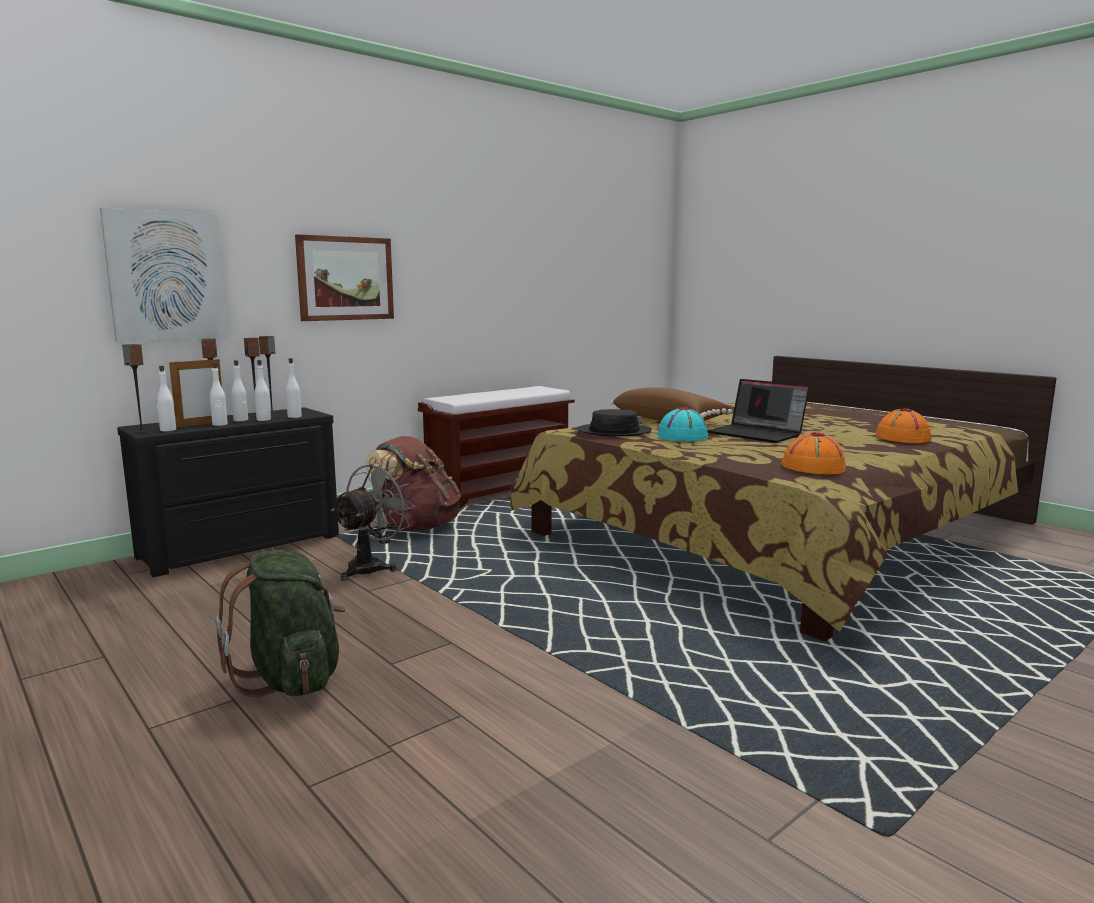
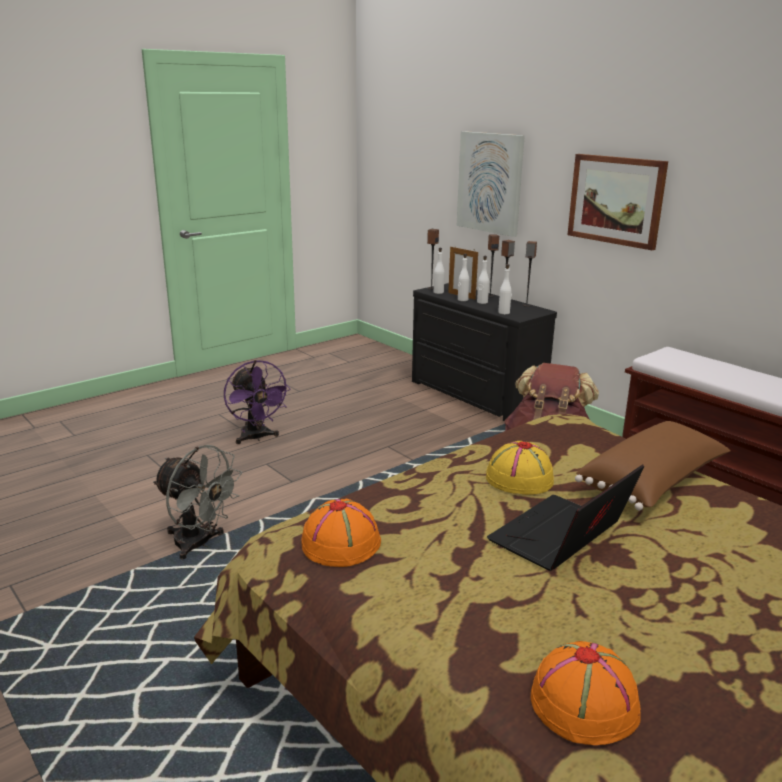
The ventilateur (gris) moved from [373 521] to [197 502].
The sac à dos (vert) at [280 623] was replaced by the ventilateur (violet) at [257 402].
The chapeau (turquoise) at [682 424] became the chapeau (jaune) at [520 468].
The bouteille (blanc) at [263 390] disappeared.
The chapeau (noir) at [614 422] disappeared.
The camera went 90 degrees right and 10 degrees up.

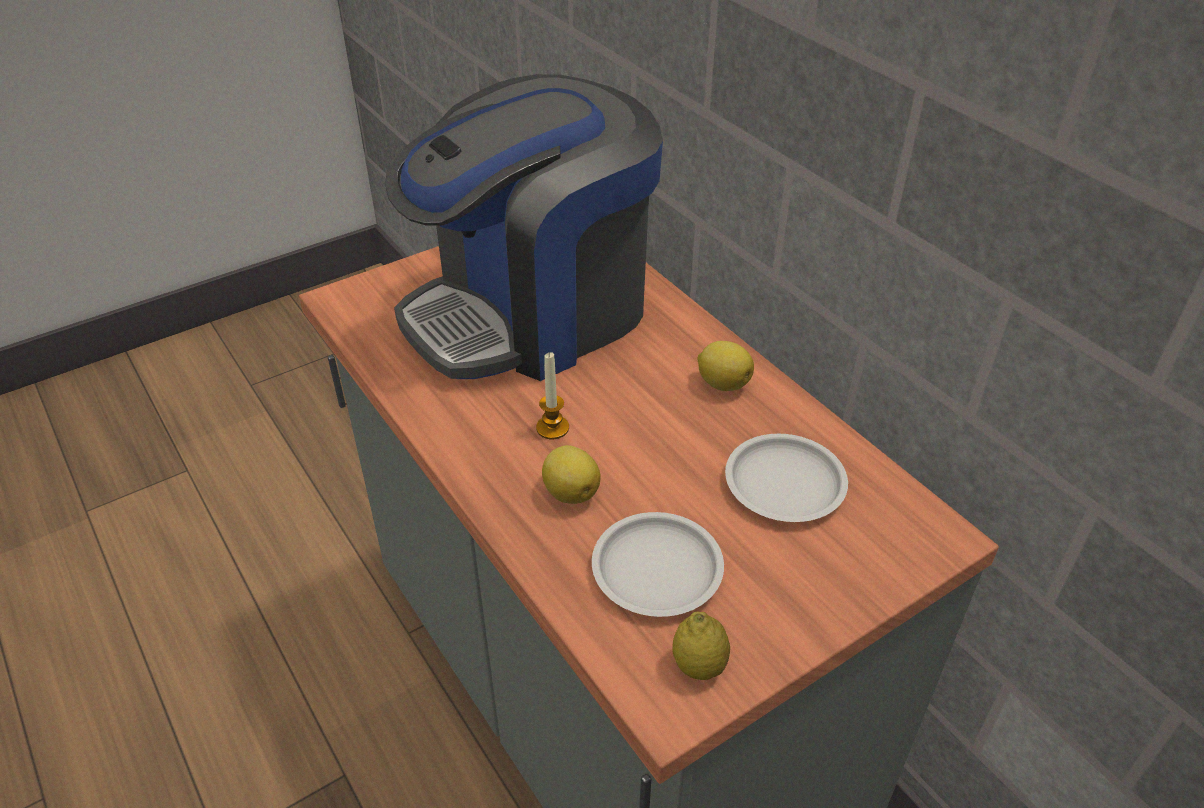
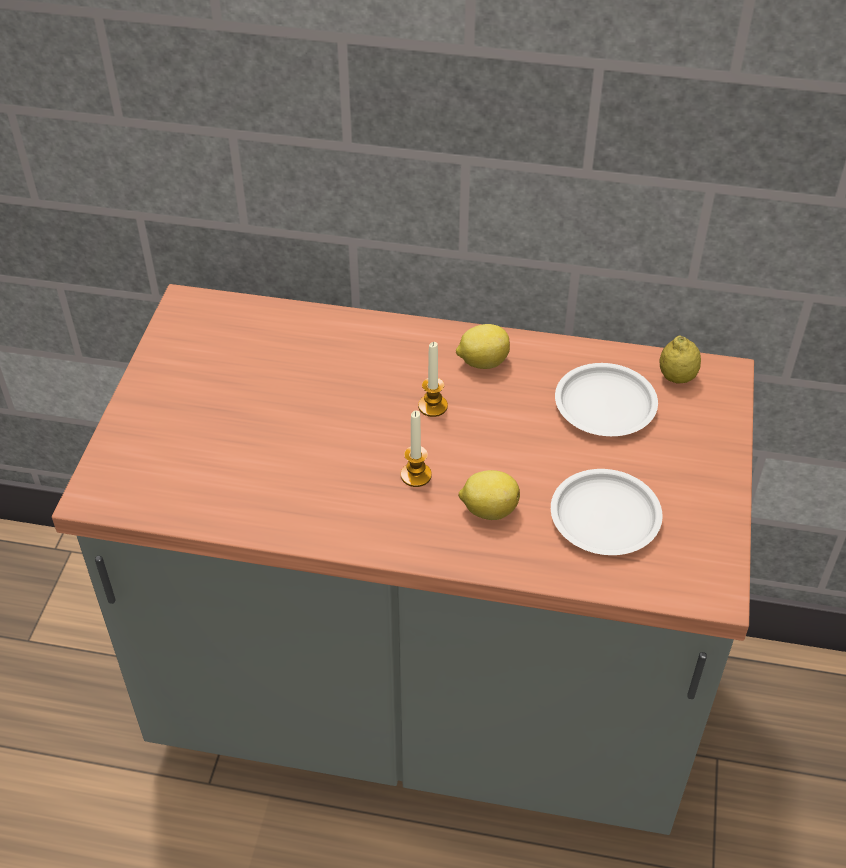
The bougie at [433 379] appeared.
The citron moved from [701 645] to [680 359].
The machine à café at [524 227] disappeared.
The camera went 45 degrees left and 5 degrees up.

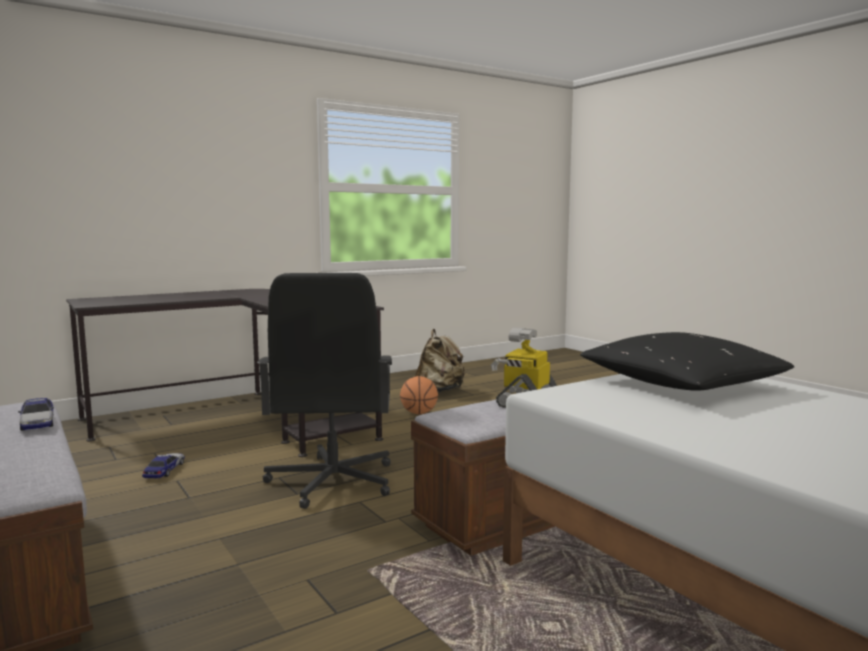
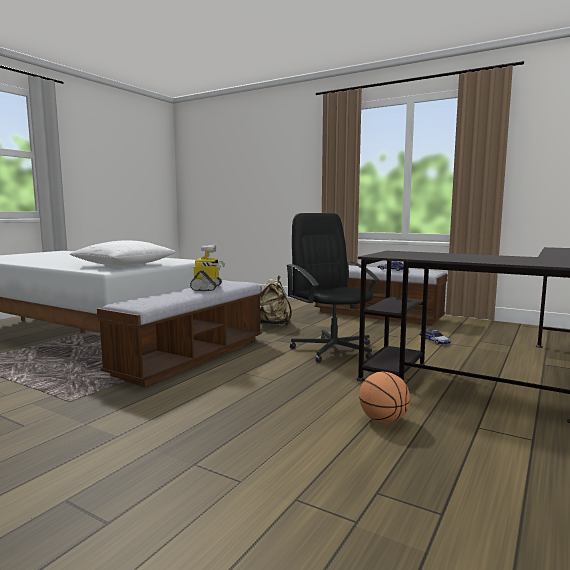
The coussin (noir) at [687 361] became the coussin (blanc) at [123 253].
The sac à dos (beige) moved from [440 361] to [276 301].
The camera went 155 degrees right and 0 degrees up.

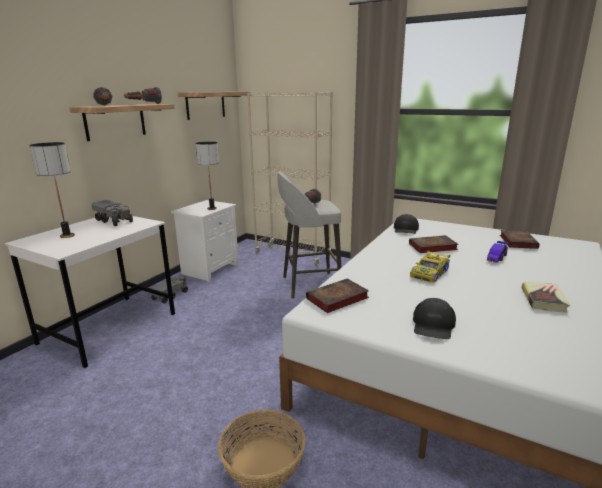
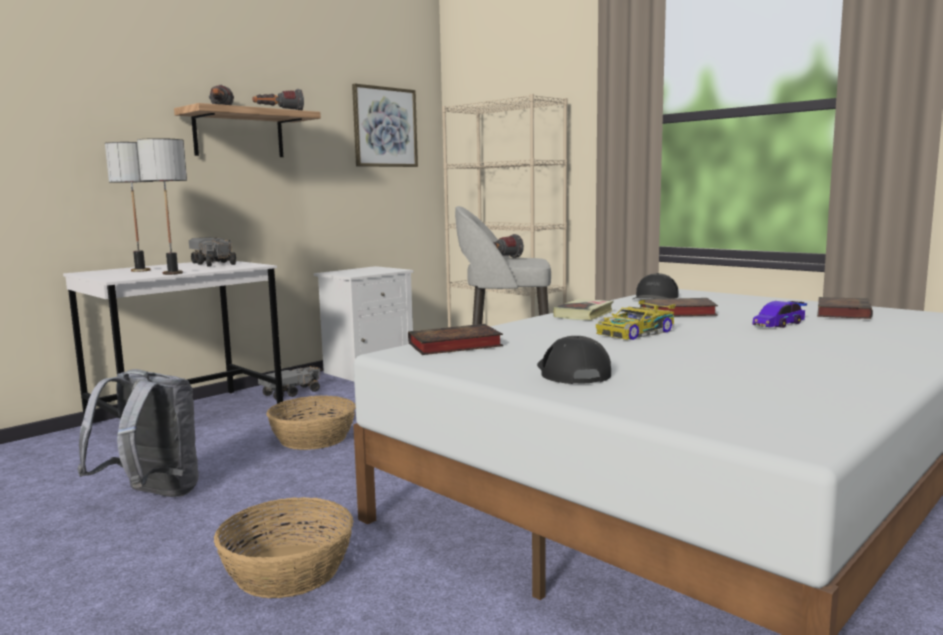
The sac à dos (gris) at [138 433] appeared.
The lampe de table moved from [207 176] to [162 206].
The panier at [311 423] appeared.
The étagère at [214 106] was replaced by the tableau at [385 125].
The casquette (noir) at [434 318] turned 135 degrees clockwise.
The livre moved from [546 297] to [583 309].
The camera went 15 degrees right and 10 degrees down.

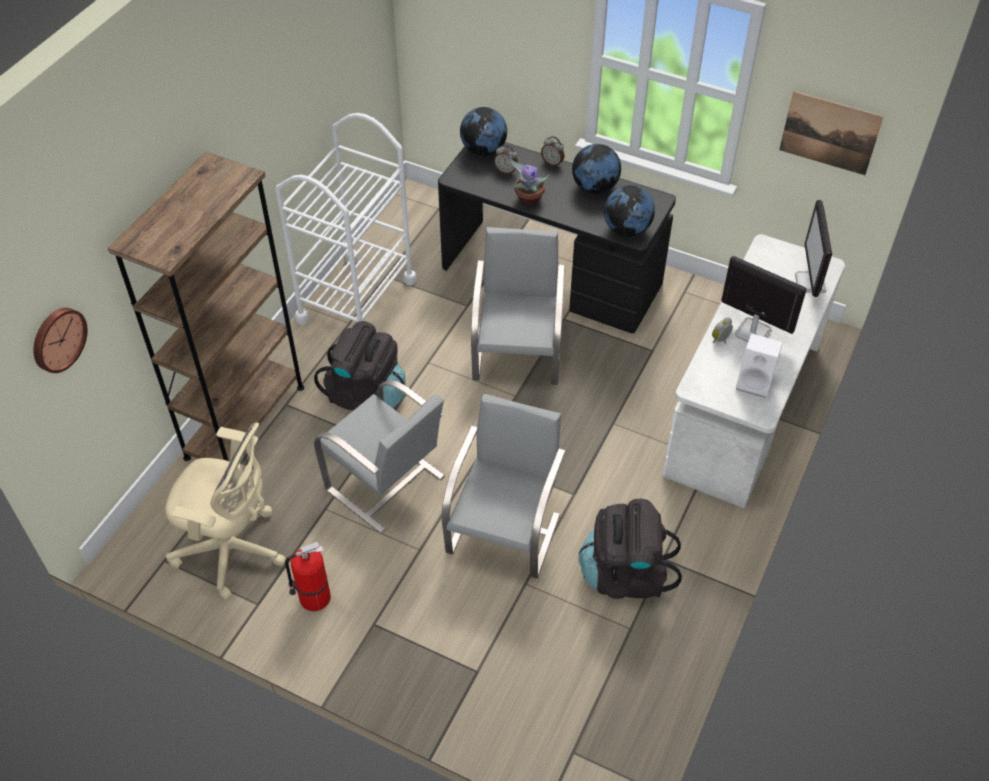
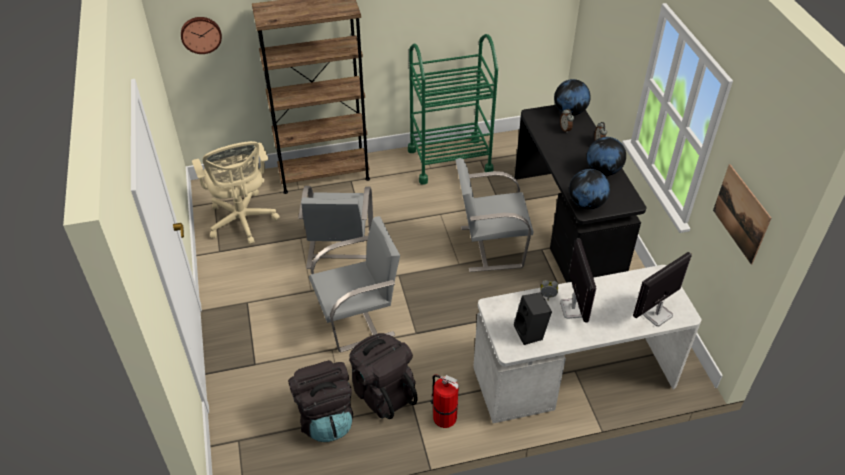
The sac à dos (noir) moved from [360 366] to [320 401].
The chariot (blanc) at [346 219] became the chariot (vert) at [453 109].
The extincteur moved from [308 576] to [445 401].
The chaise (gris) at [518 306] turned 150 degrees counterclockwise.
The enceinte (blanc) at [759 365] became the enceinte (noir) at [533 318].
The plante en pot at [529 181] disappeared.
The camera went 50 degrees right and 5 degrees down.

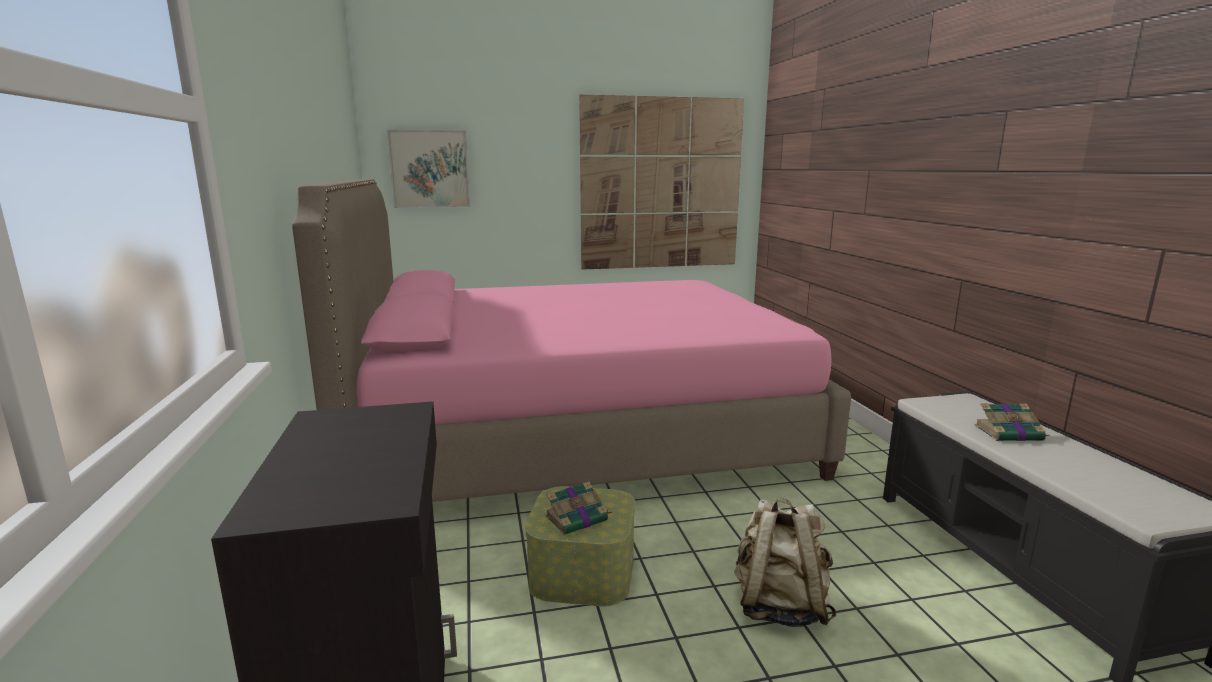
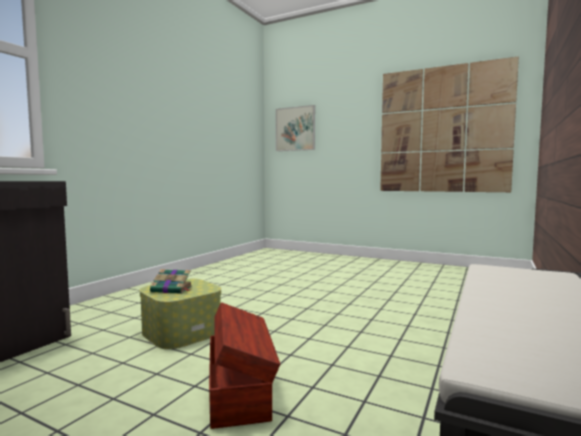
The sac à dos (beige) at [785 562] was replaced by the boîte de rangement (marron) at [244 365].
The lit (rose) at [571 340] disappeared.
The livre at [1011 422] disappeared.
The camera went 40 degrees right and 10 degrees down.

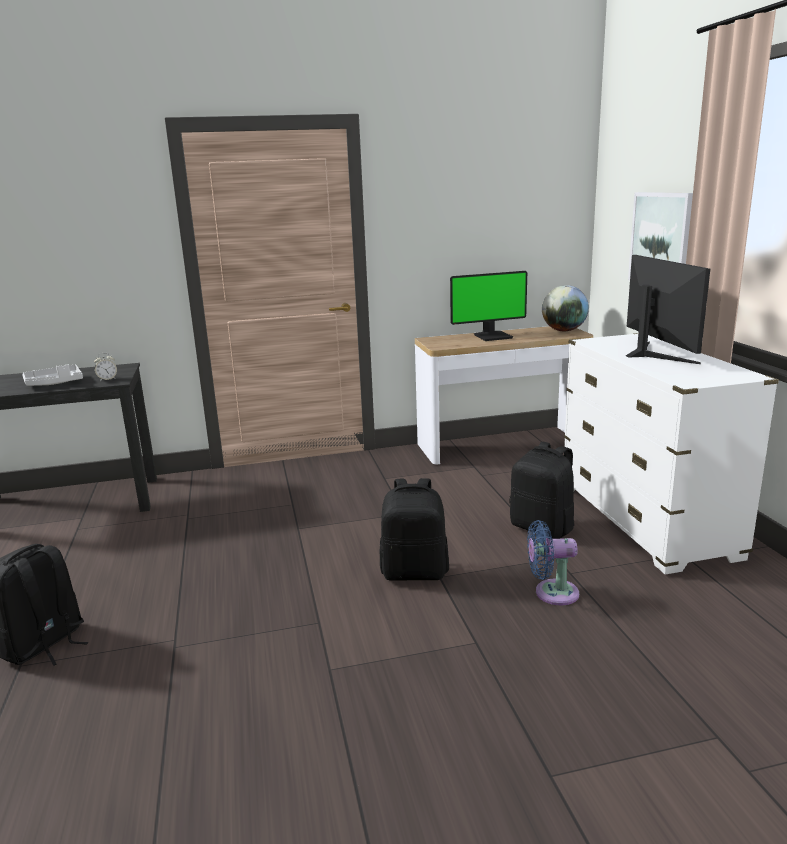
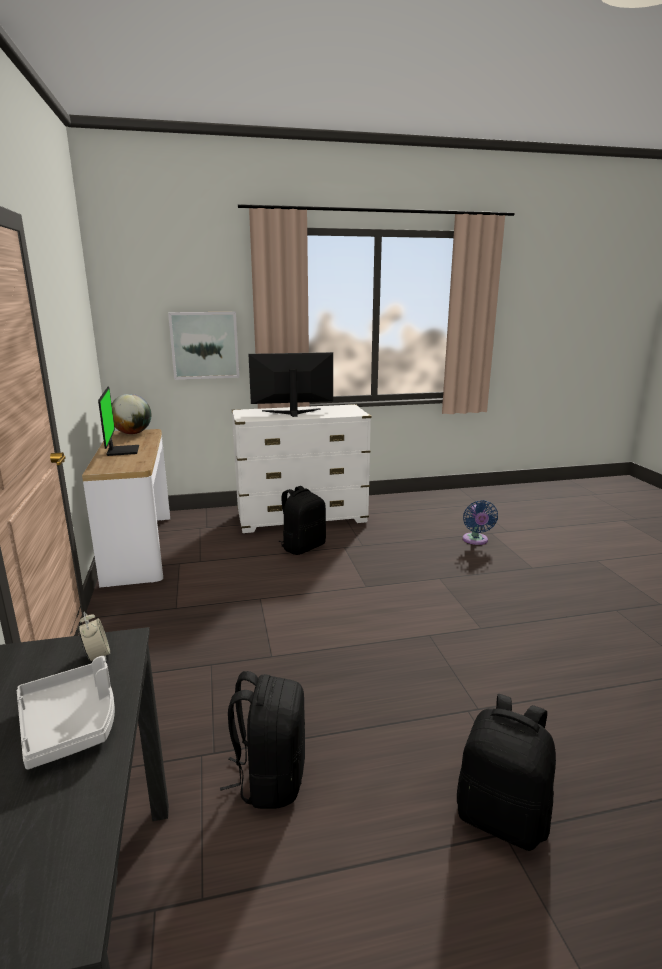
The sac à dos (noir) moved from [414 529] to [262 740].
The ventilateur (bleu) moved from [553 562] to [480 522].
The camera went 90 degrees left and 0 degrees up.

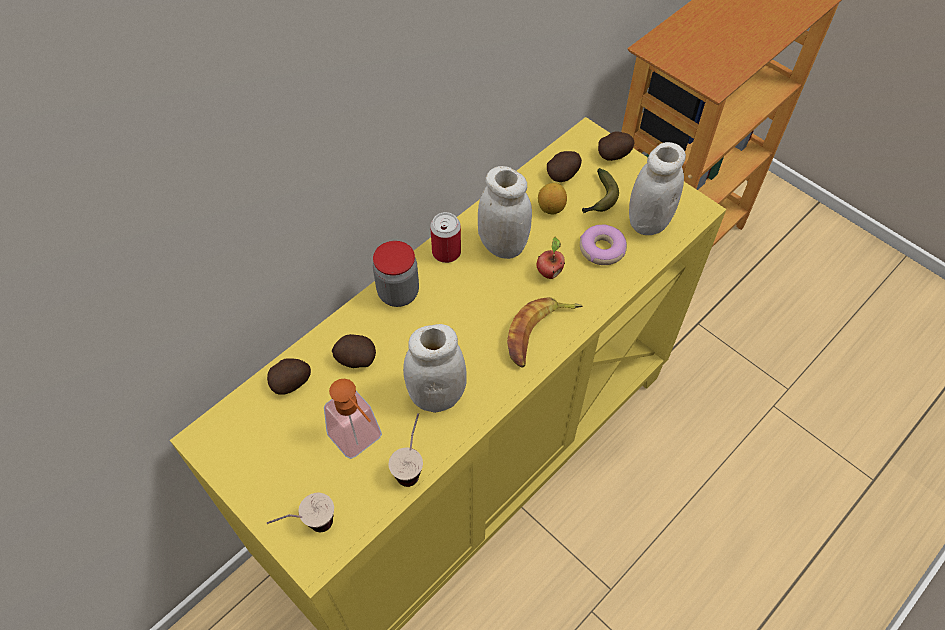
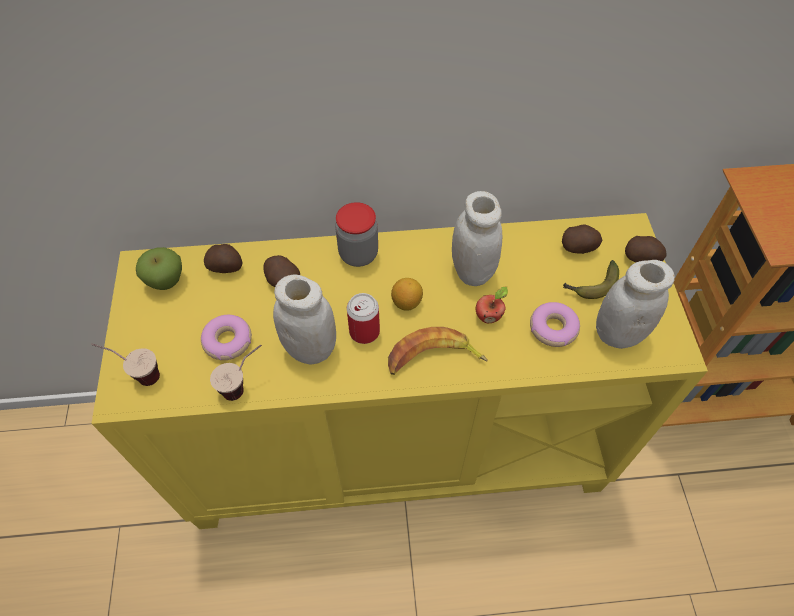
The pomme at [159 268] appeared.
The distributeur de savon at [353 418] was replaced by the beignet at [226 337].
The boîte métallique moved from [445 237] to [363 318].
The citron moved from [552 199] to [407 294].
The camera went 40 degrees right and 0 degrees up.

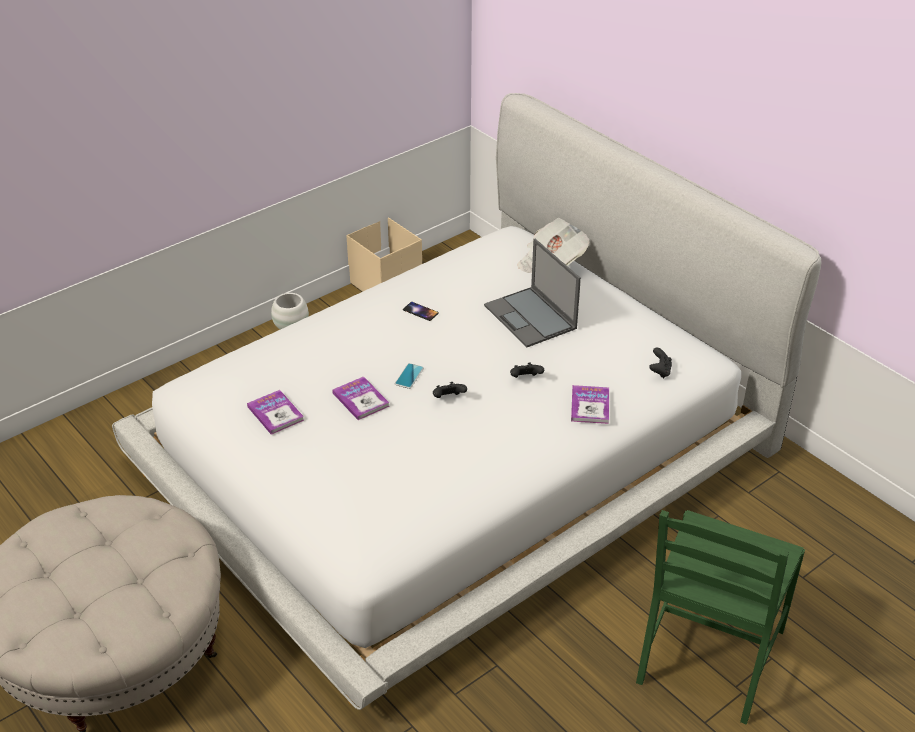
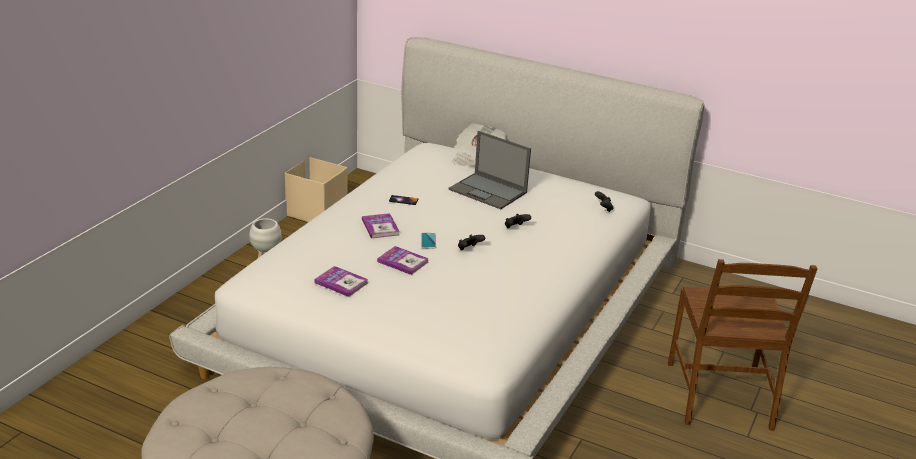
The livre moved from [590 404] to [381 225].
The chaise (vert) at [720 617] became the chaise (marron) at [743 345].
The camera went 25 degrees left and 10 degrees down.

